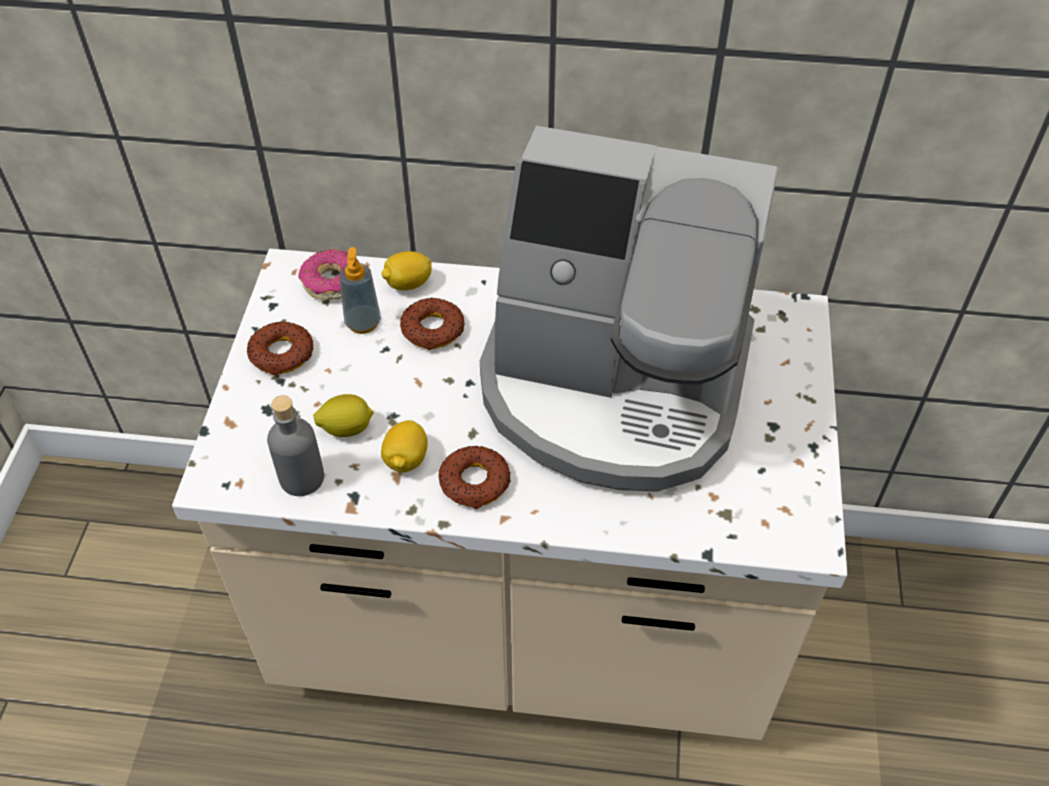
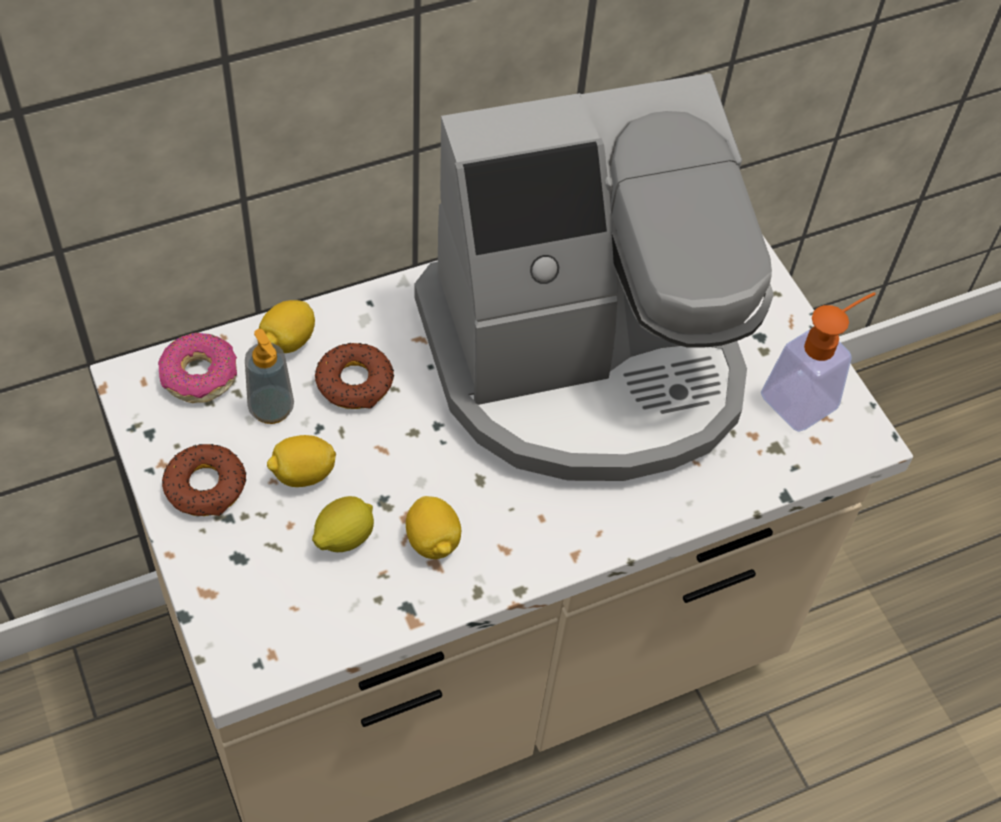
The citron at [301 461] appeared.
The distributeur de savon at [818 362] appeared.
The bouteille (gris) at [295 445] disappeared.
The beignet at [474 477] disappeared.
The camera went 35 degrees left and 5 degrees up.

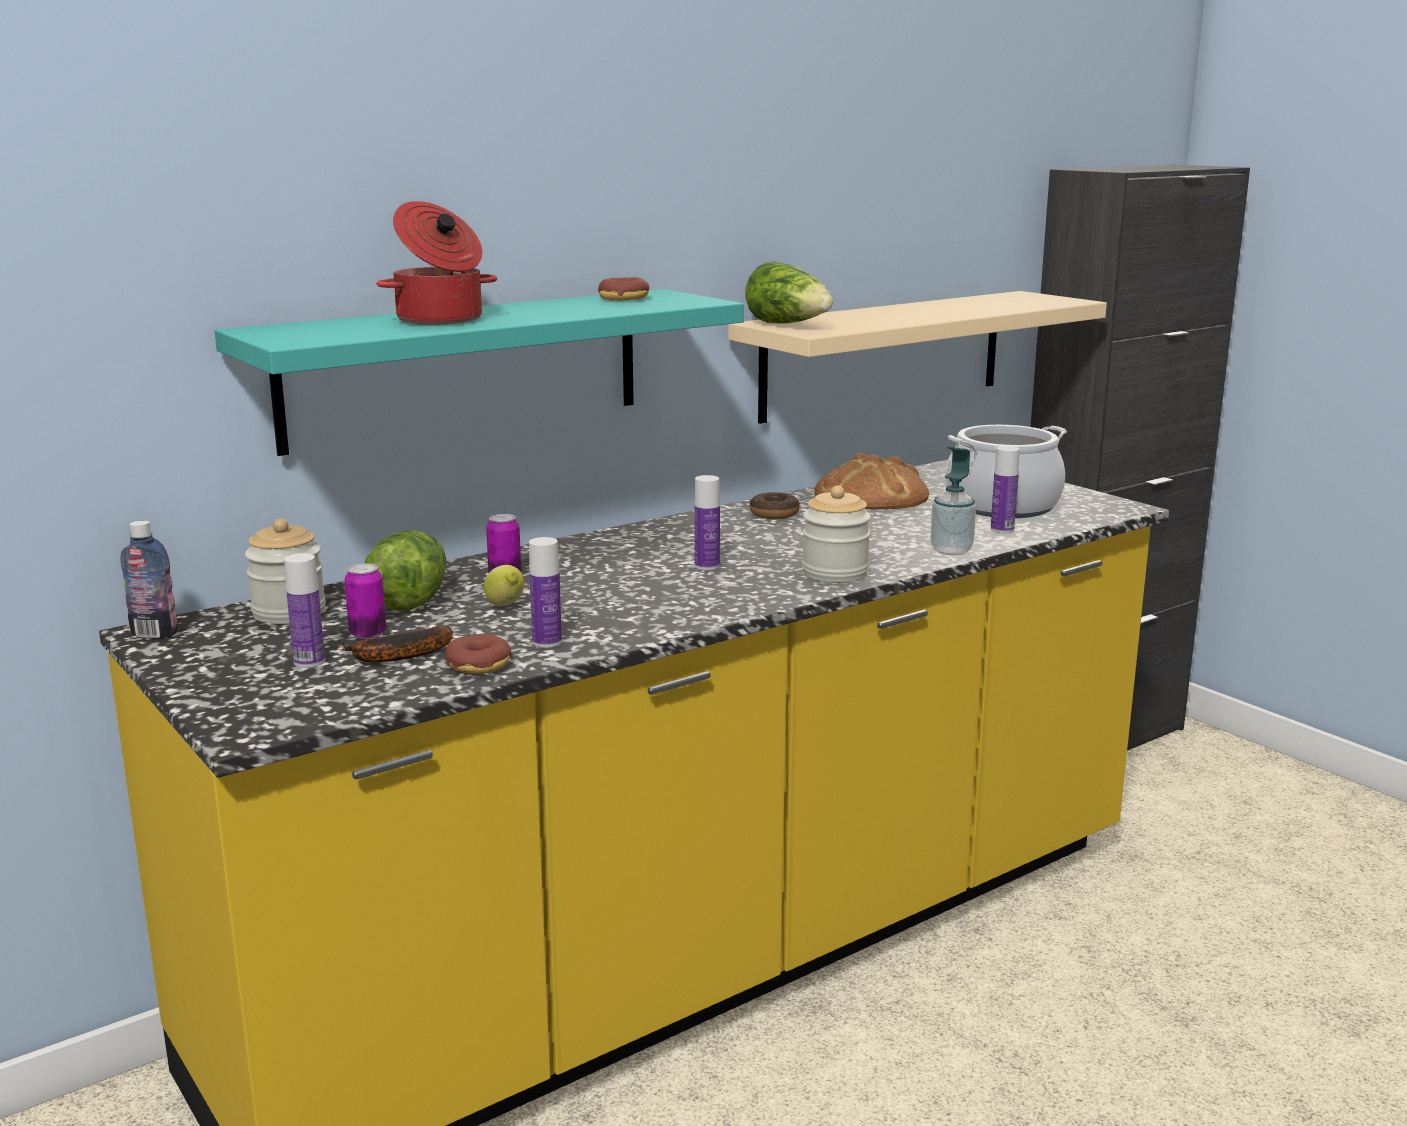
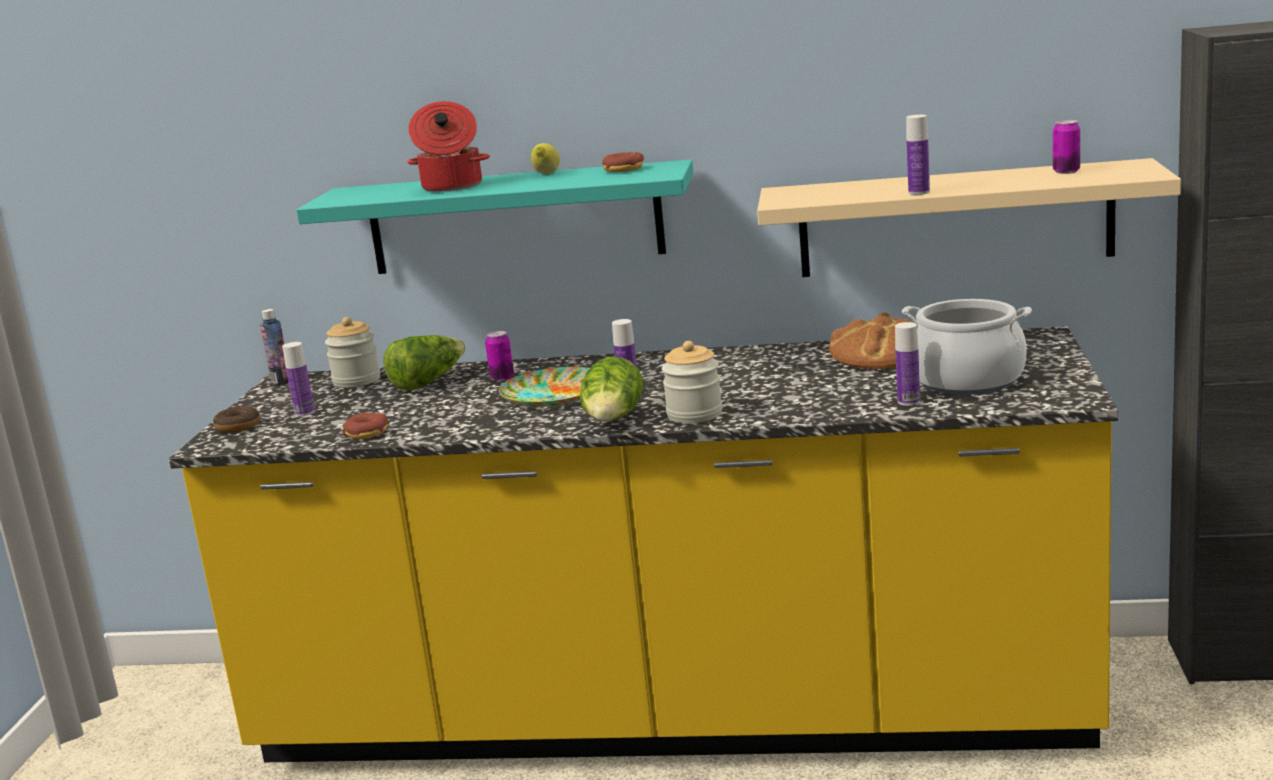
The beignet moved from [775 505] to [236 419].
The assiette at [544 386] appeared.
The citron moved from [504 585] to [545 158].
The laitue moved from [789 293] to [611 389].
The bouteille moved from [545 592] to [918 155].
The boîte métallique moved from [365 601] to [1066 147].
The banane at [397 644] disappeared.
The distributeur de savon at [953 501] disappeared.
The camera went 45 degrees right and 0 degrees up.

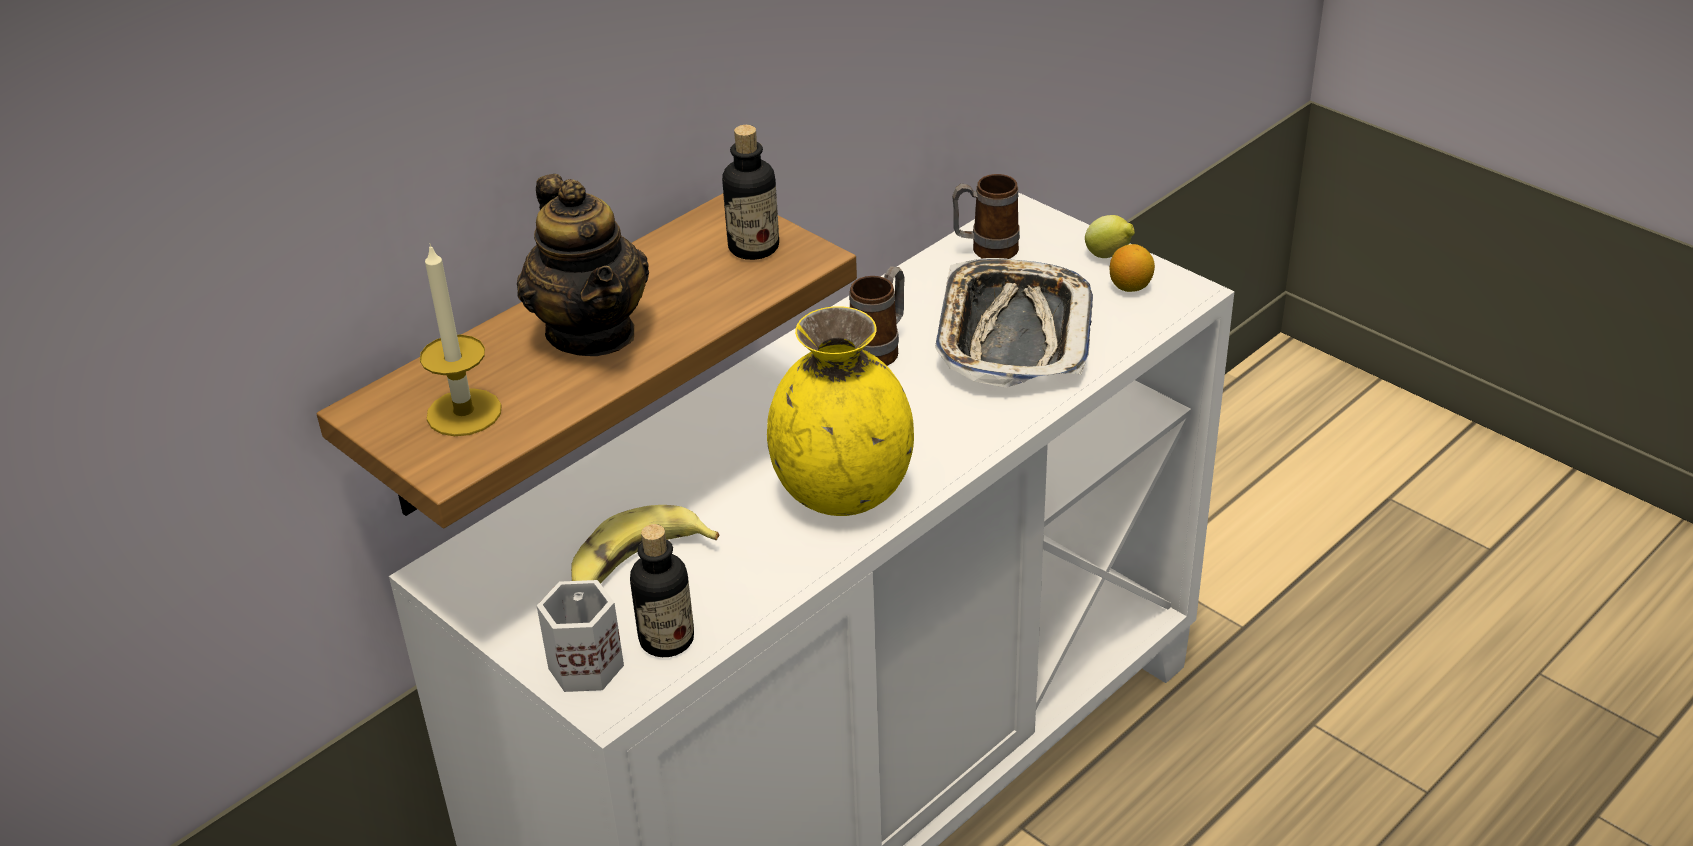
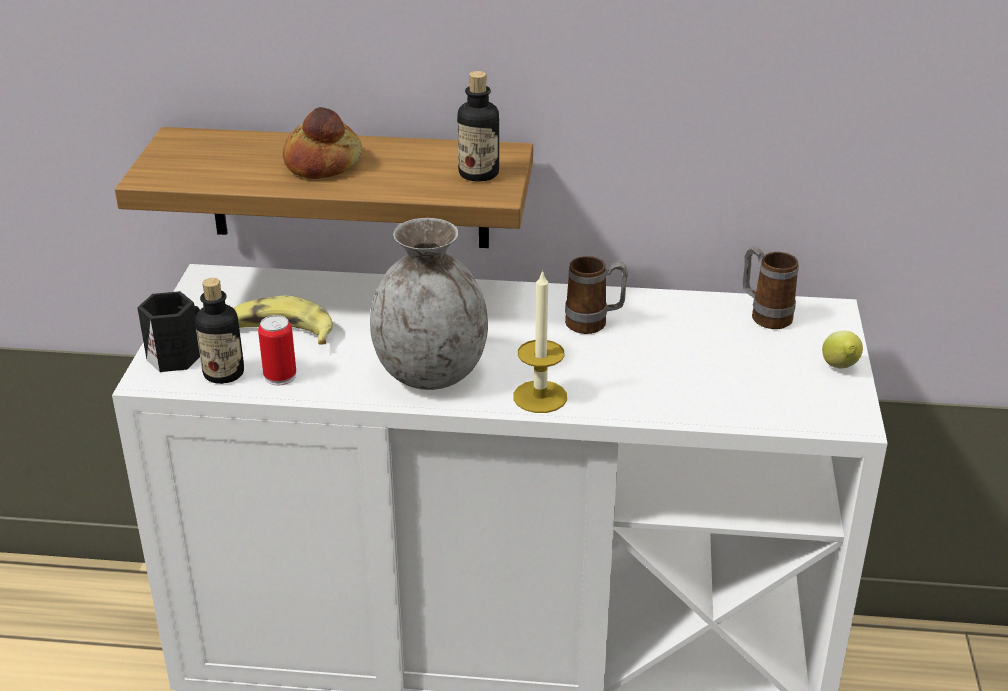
The mug (blanc) at [580 636] became the mug (noir) at [168 331].
The boîte métallique at [277 350] appeared.
The théière at [583 265] was replaced by the pain at [322 143].
The vase (jaune) at [840 411] became the vase (gris) at [429 304].
The bougie moved from [461 339] to [540 341].
The plateau at [1014 323] disappeared.
The citron at [1132 268] disappeared.
The camera went 50 degrees right and 5 degrees down.

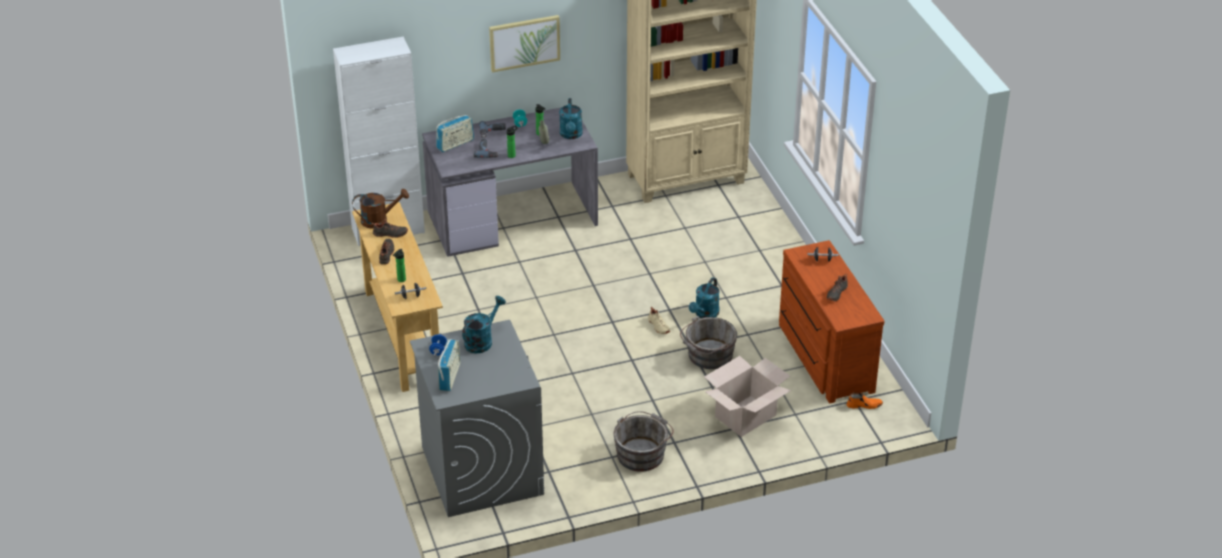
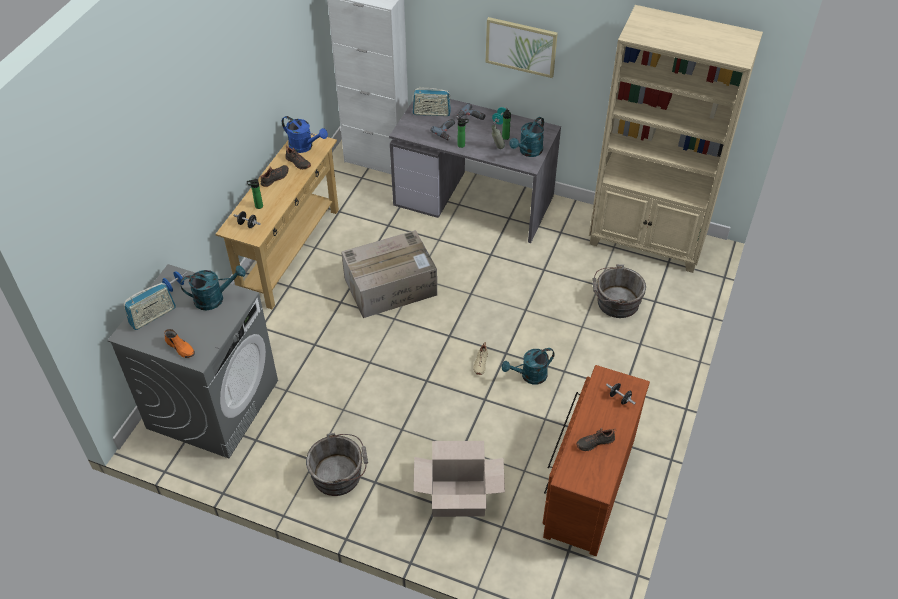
The chaussure (orange) moved from [865 401] to [179 343].
The arrosoir (marron) at [380 209] became the arrosoir (bleu) at [305 134].
The carton at [389 274] appeared.
The seau (gris) moved from [708 342] to [619 291].
The camera went 40 degrees right and 10 degrees up.

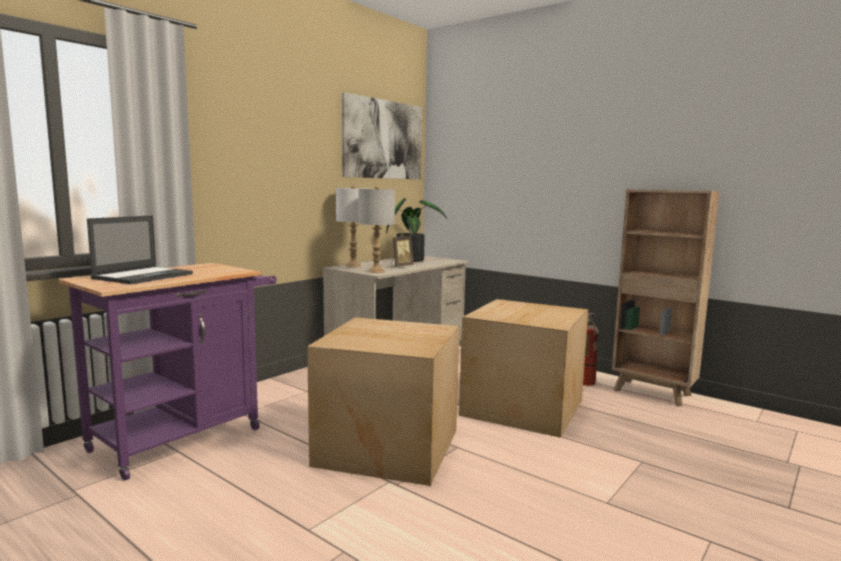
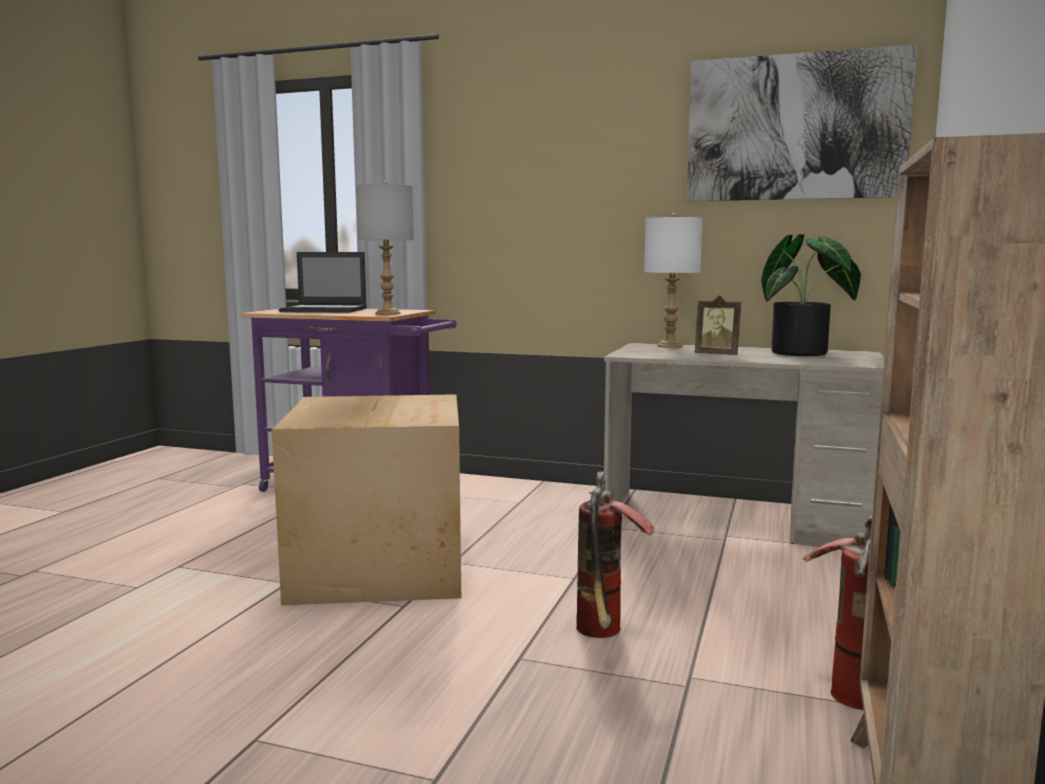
The lampe de table (gris) moved from [377 229] to [385 248].
The carton at [523 368] was replaced by the extincteur at [615 554].
The camera went 70 degrees right and 0 degrees up.

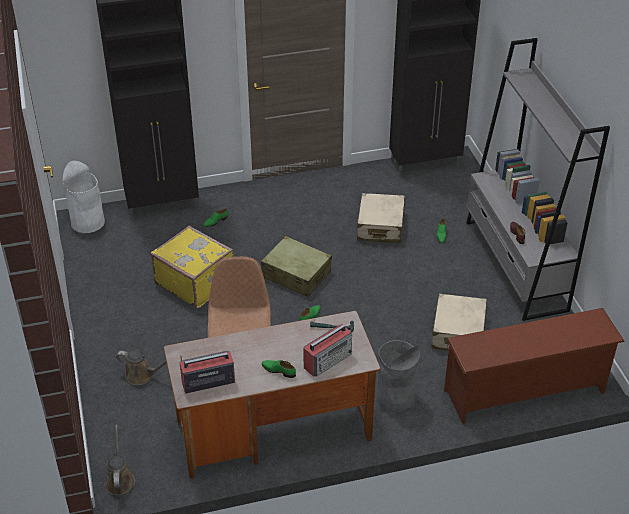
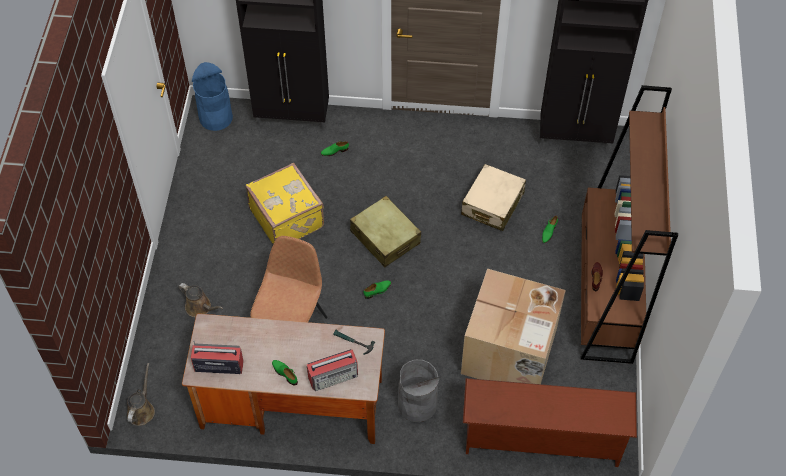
The poubelle (blanc) at [83 197] became the poubelle (bleu) at [212 96].
The valise (beige) at [459 322] was replaced by the carton at [513 326].
The bibliothèque (gris) at [538 179] became the bibliothèque (marron) at [629 224].
The camera went 20 degrees right and 15 degrees up.

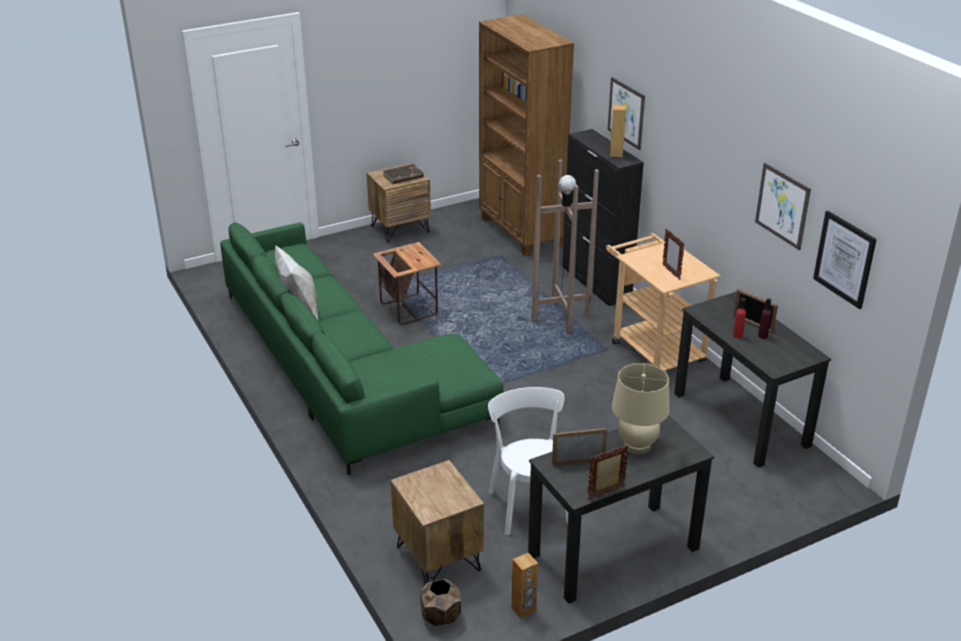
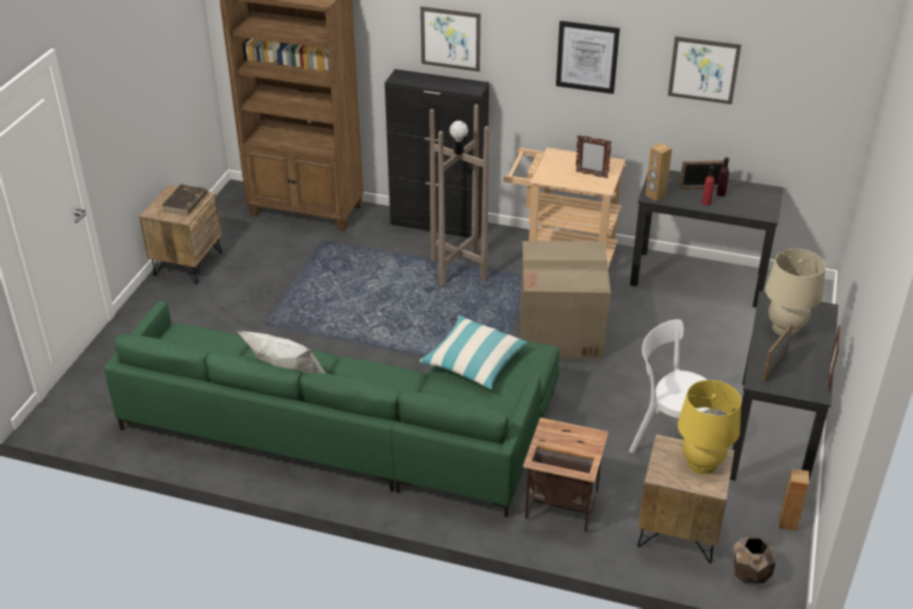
The coussin at [474 352] appeared.
The carton at [565 300] appeared.
The table d'appoint moved from [407 283] to [566 475].
The tableau moved from [845 260] to [588 57].
The enceinte (marron) moved from [618 131] to [658 172].
The lampe de table (jaune) at [709 427] appeared.
The camera went 45 degrees left and 5 degrees up.

